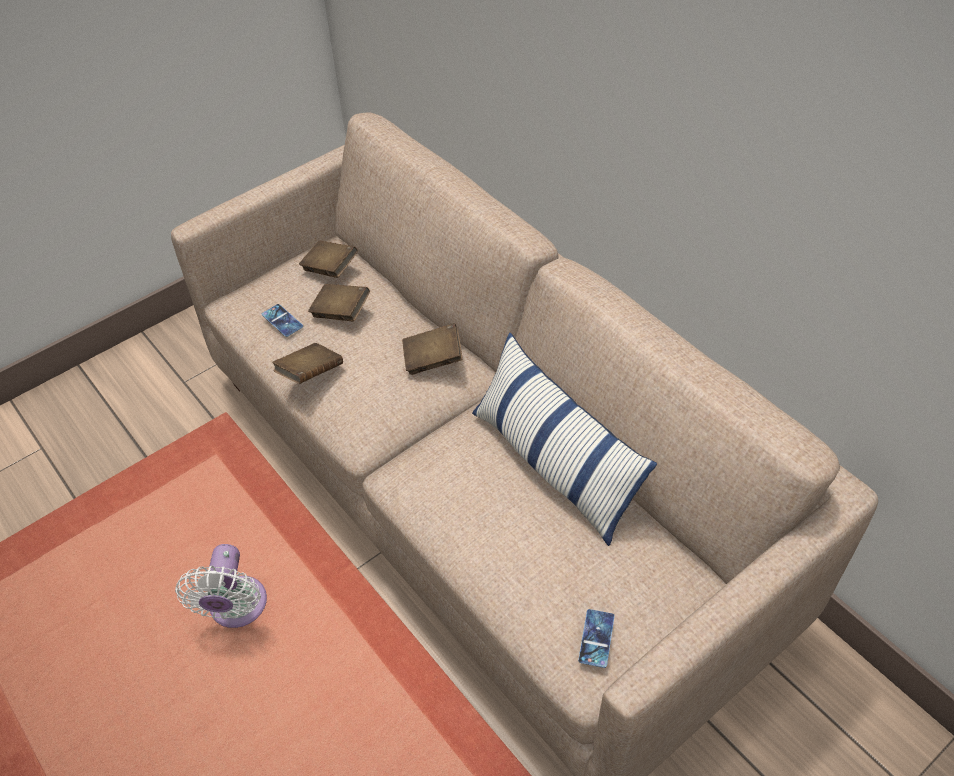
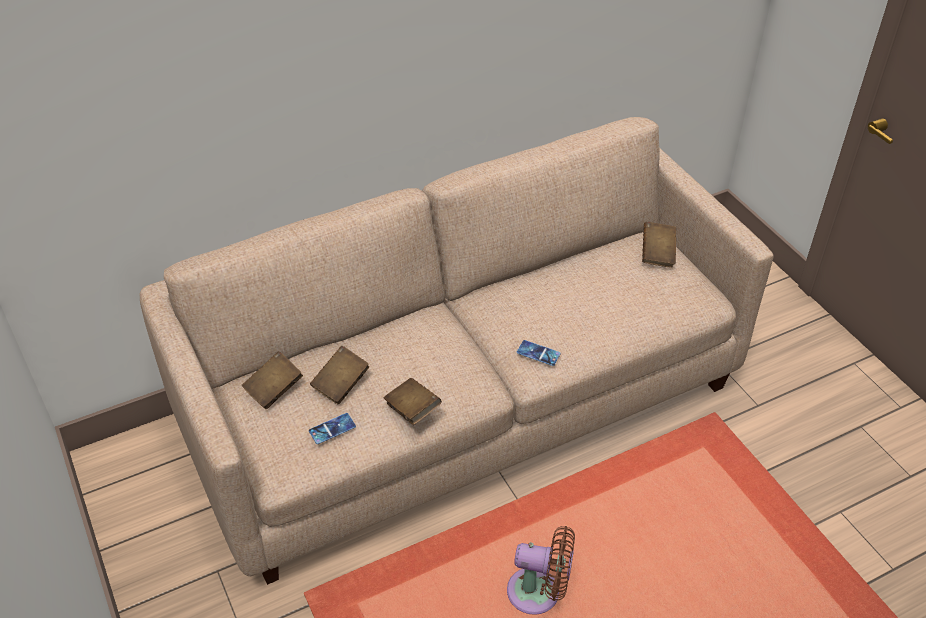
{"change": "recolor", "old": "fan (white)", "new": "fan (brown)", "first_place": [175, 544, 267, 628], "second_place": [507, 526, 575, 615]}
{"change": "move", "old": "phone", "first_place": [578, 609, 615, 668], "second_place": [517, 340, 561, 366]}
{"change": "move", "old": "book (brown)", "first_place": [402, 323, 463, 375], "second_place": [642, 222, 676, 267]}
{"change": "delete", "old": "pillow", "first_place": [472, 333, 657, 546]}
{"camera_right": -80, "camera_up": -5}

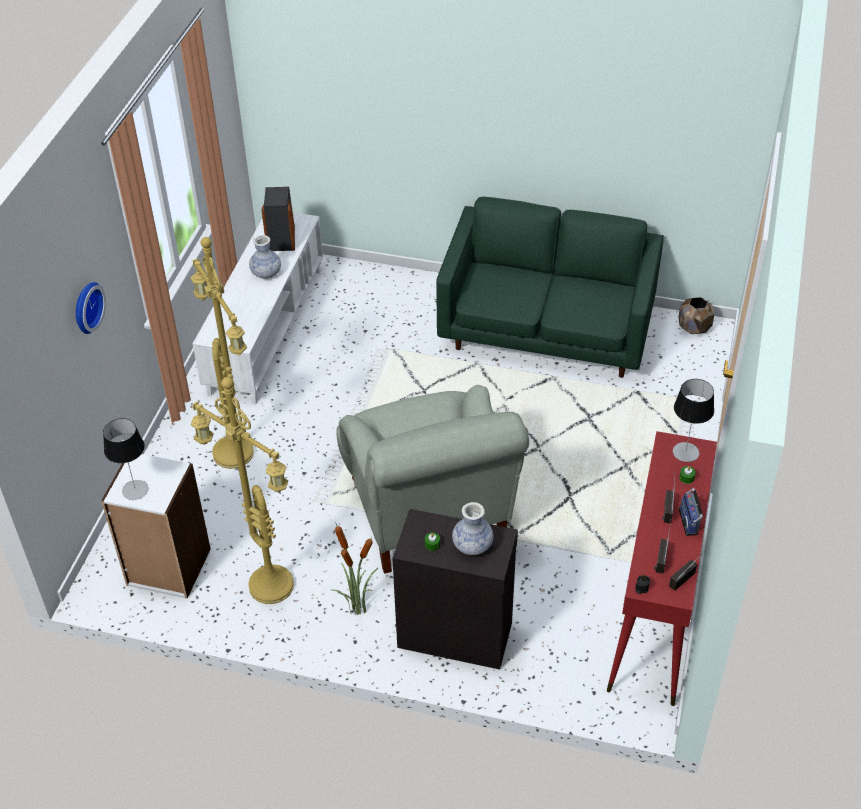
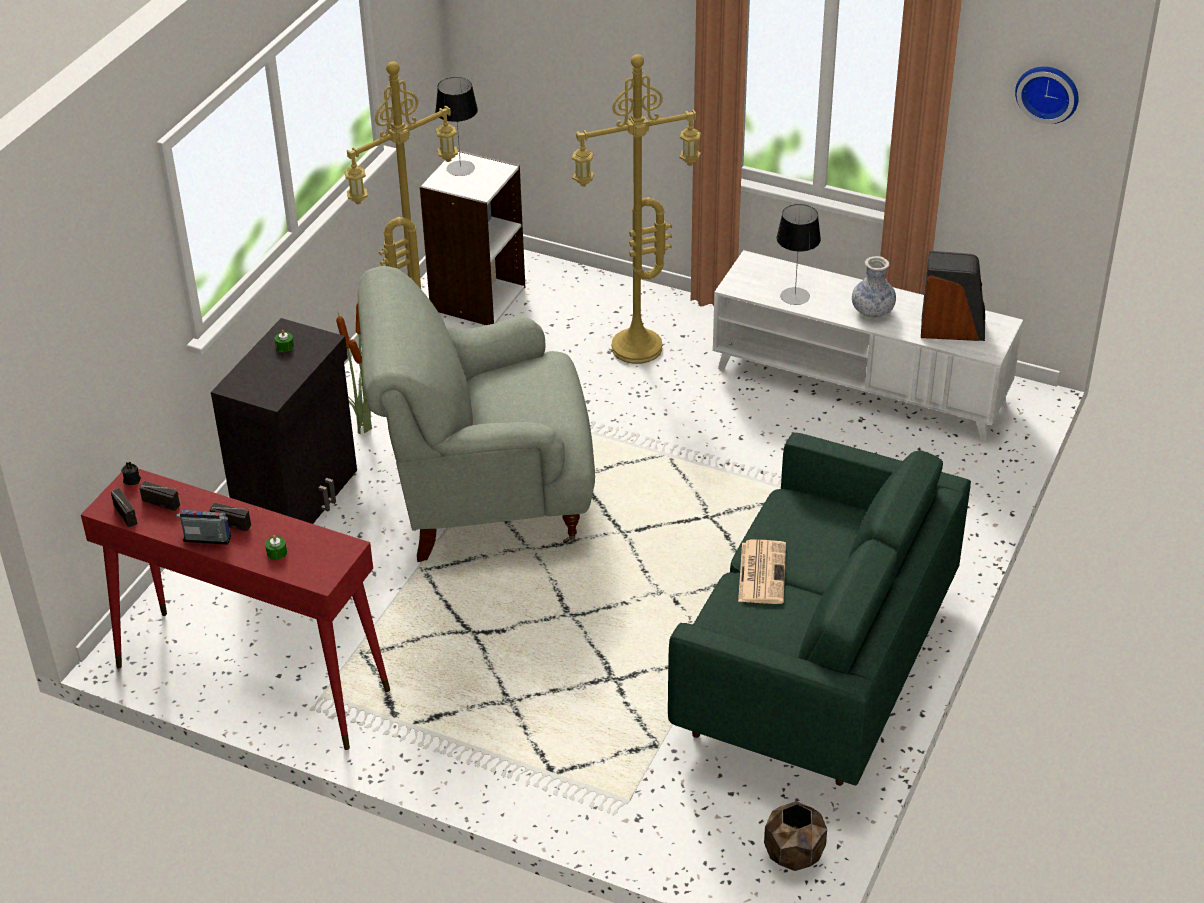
{"change": "insert", "new": "newspaper", "second_place": [738, 540, 786, 604]}
{"change": "move", "old": "table lamp", "first_place": [673, 379, 714, 462], "second_place": [776, 204, 821, 305]}
{"change": "move", "old": "wall clock", "first_place": [76, 282, 106, 334], "second_place": [1015, 66, 1079, 124]}
{"change": "delete", "old": "vase", "first_place": [452, 502, 493, 555]}
{"camera_right": 100, "camera_up": -5}

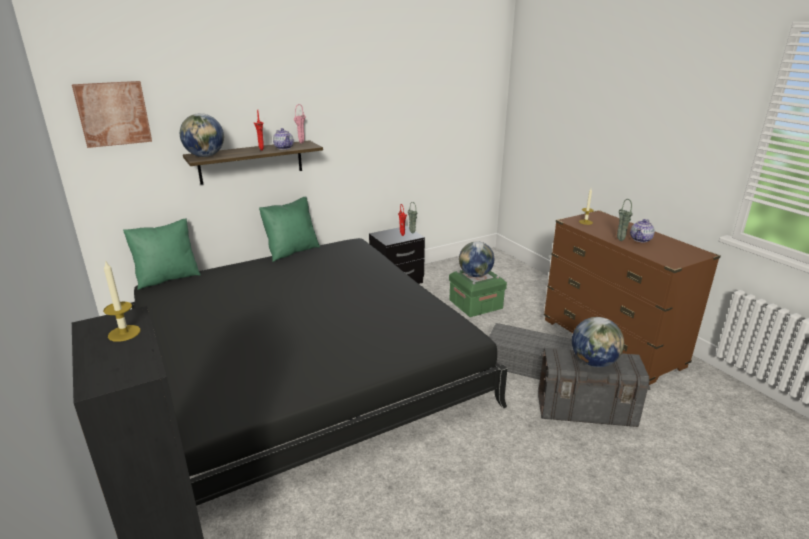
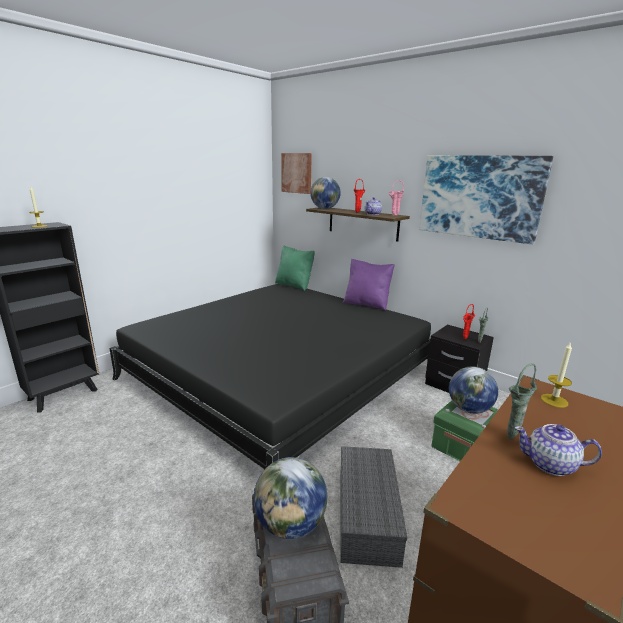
{"change": "recolor", "old": "pillow (green)", "new": "pillow (purple)", "first_place": [259, 196, 320, 262], "second_place": [343, 258, 395, 311]}
{"change": "insert", "new": "picture", "second_place": [419, 155, 553, 245]}
{"camera_right": 70, "camera_up": -5}

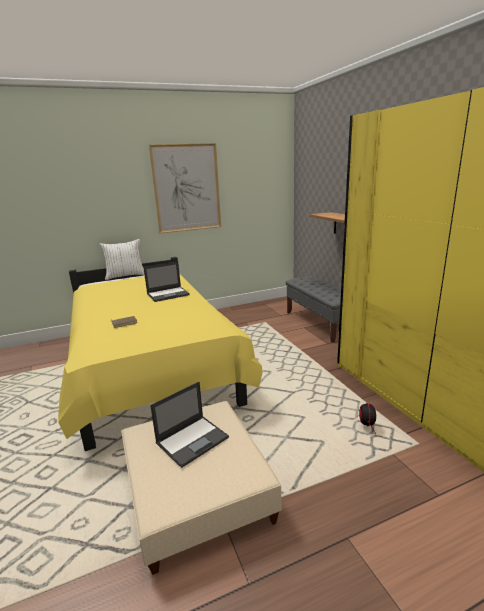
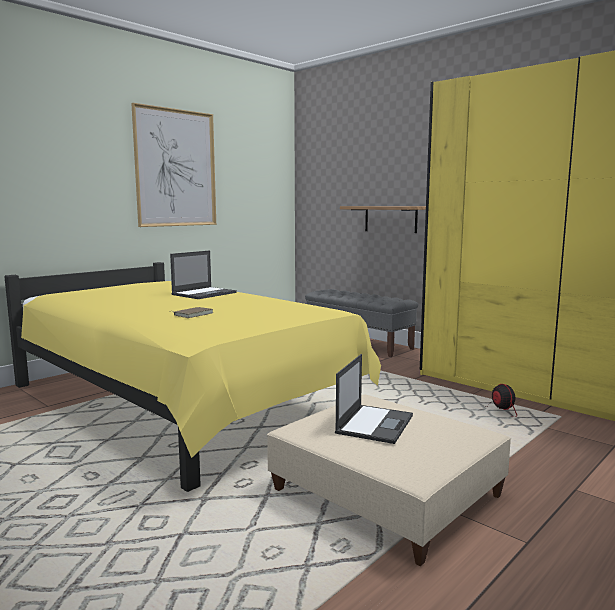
{"change": "delete", "old": "pillow (white)", "first_place": [99, 239, 145, 280]}
{"camera_right": -25, "camera_up": -10}

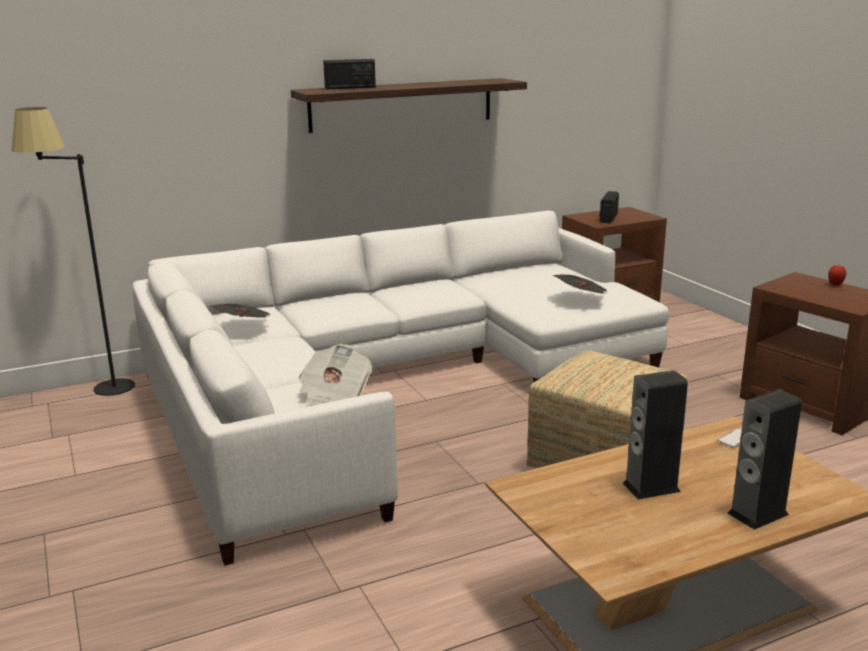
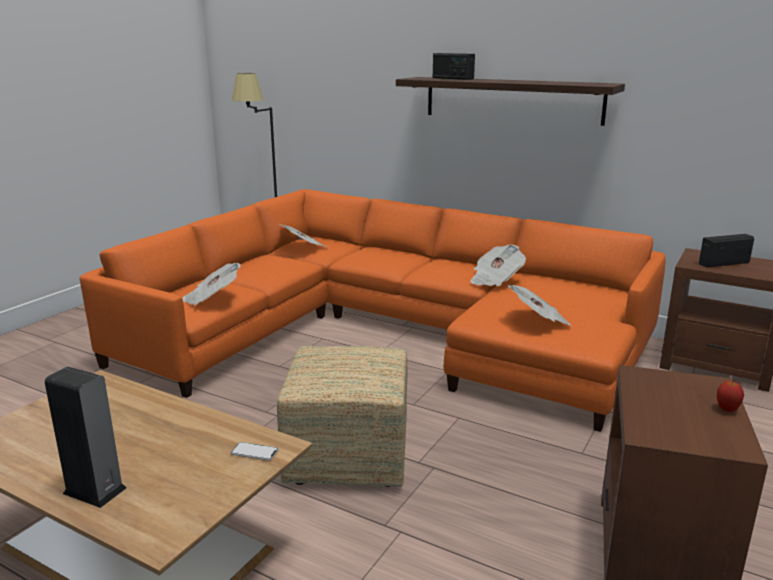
{"change": "recolor", "old": "sofa (white)", "new": "sofa (orange)", "first_place": [133, 211, 669, 566], "second_place": [80, 189, 666, 432]}
{"change": "insert", "new": "newspaper", "second_place": [470, 245, 526, 286]}
{"change": "delete", "old": "speaker", "first_place": [623, 370, 688, 499]}
{"camera_right": 55, "camera_up": 0}

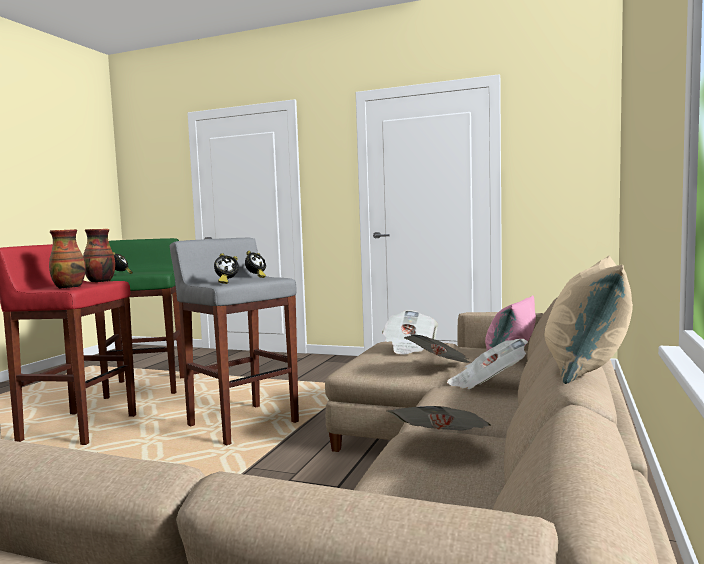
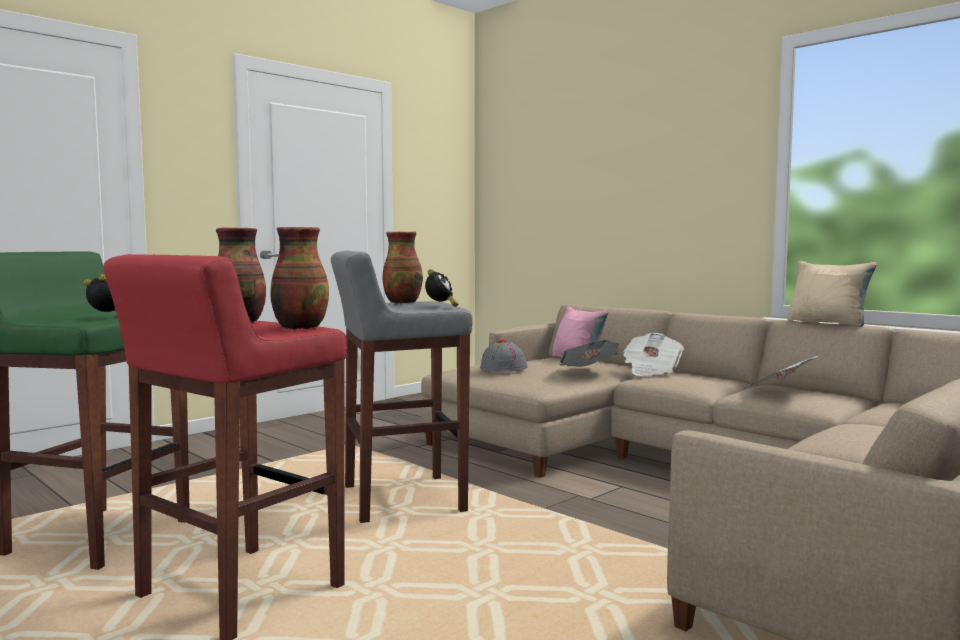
{"change": "replace", "old": "alarm clock", "new": "vase", "first_place": [245, 251, 266, 278], "second_place": [382, 231, 423, 303]}
{"change": "replace", "old": "newspaper", "new": "hat (grey)", "first_place": [382, 310, 438, 354], "second_place": [480, 340, 528, 372]}
{"camera_right": -65, "camera_up": 0}

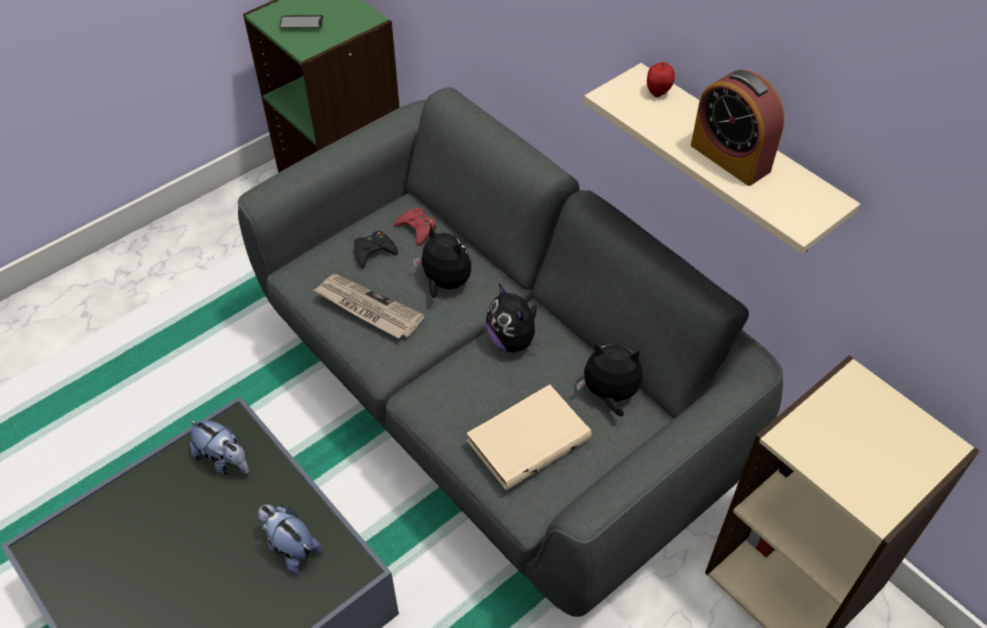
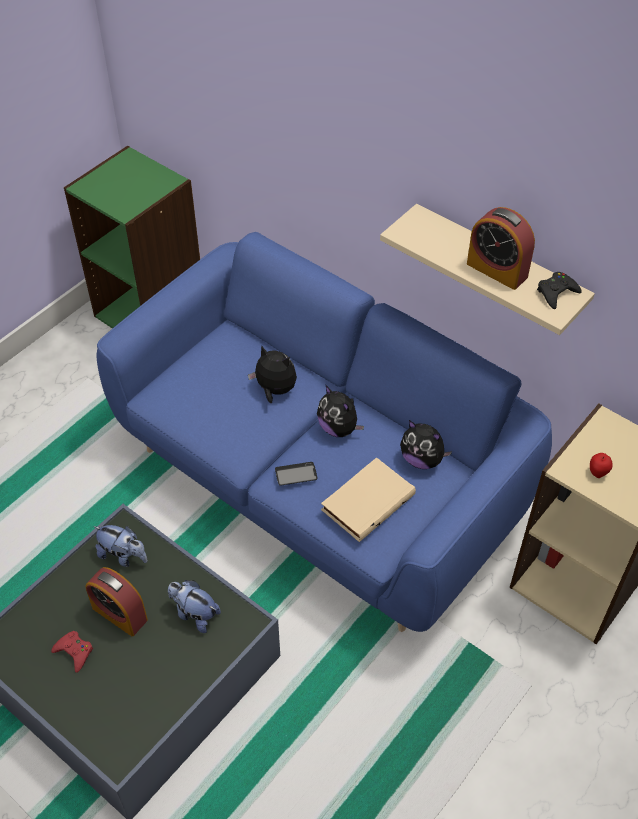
{"change": "move", "old": "game controller (red)", "first_place": [394, 208, 437, 246], "second_place": [51, 631, 93, 673]}
{"change": "insert", "new": "alarm clock", "second_place": [86, 567, 148, 636]}
{"change": "recolor", "old": "sofa (grey)", "new": "sofa (blue)", "first_place": [238, 87, 783, 617], "second_place": [97, 232, 552, 632]}
{"change": "move", "old": "phone", "first_place": [279, 15, 323, 28], "second_place": [275, 462, 318, 486]}
{"change": "rotate", "old": "plush toy", "first_place": [576, 342, 643, 417], "second_place": [400, 420, 452, 469], "degrees": -150}
{"change": "move", "old": "game controller (black)", "first_place": [354, 231, 398, 268], "second_place": [537, 272, 582, 309]}
{"change": "move", "old": "apple", "first_place": [647, 62, 675, 97], "second_place": [590, 453, 613, 478]}
{"change": "delete", "old": "newspaper", "first_place": [314, 274, 424, 339]}
{"camera_right": -10, "camera_up": 0}

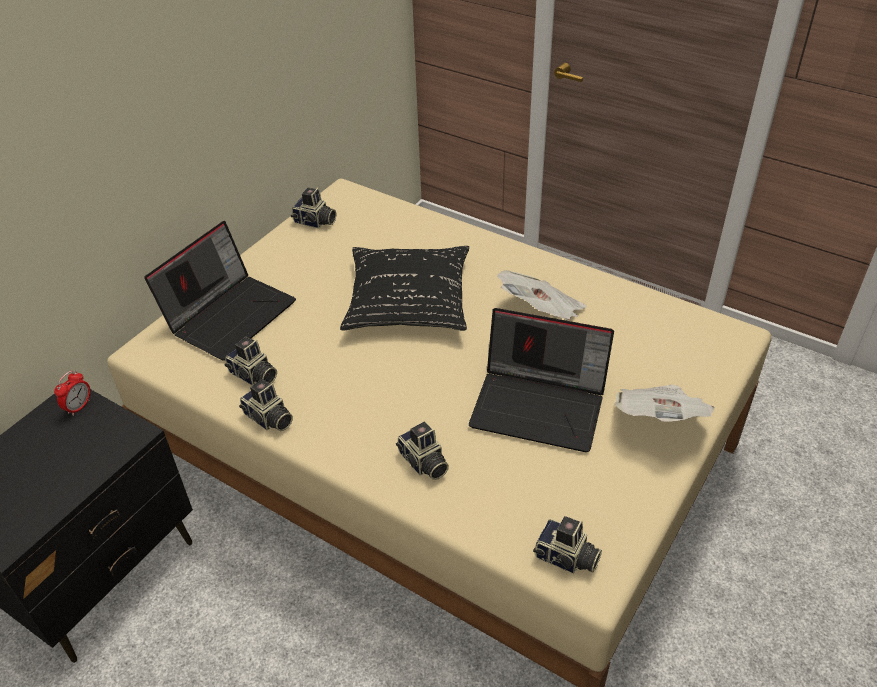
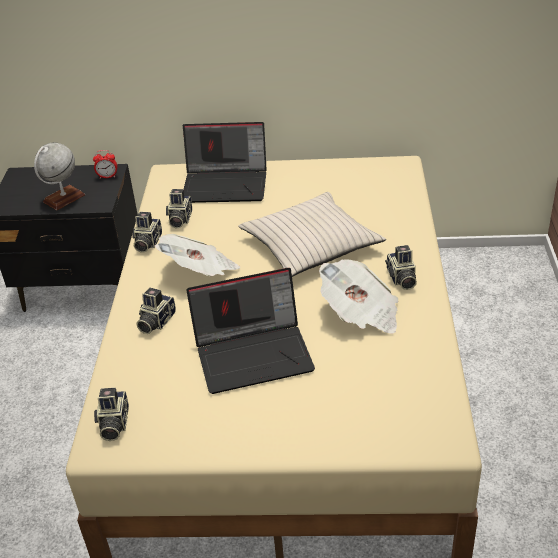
{"change": "insert", "new": "globe", "second_place": [34, 143, 85, 210]}
{"change": "move", "old": "newspaper", "first_place": [615, 384, 715, 422], "second_place": [155, 234, 240, 277]}
{"change": "rotate", "old": "laptop", "first_place": [469, 308, 614, 452], "second_place": [186, 268, 315, 394], "degrees": -90}
{"change": "recolor", "old": "pillow (black)", "new": "pillow (beige)", "first_place": [340, 246, 469, 331], "second_place": [238, 192, 386, 277]}
{"change": "move", "old": "photo camera", "first_place": [291, 188, 336, 228], "second_place": [385, 245, 417, 290]}
{"camera_right": 60, "camera_up": -5}

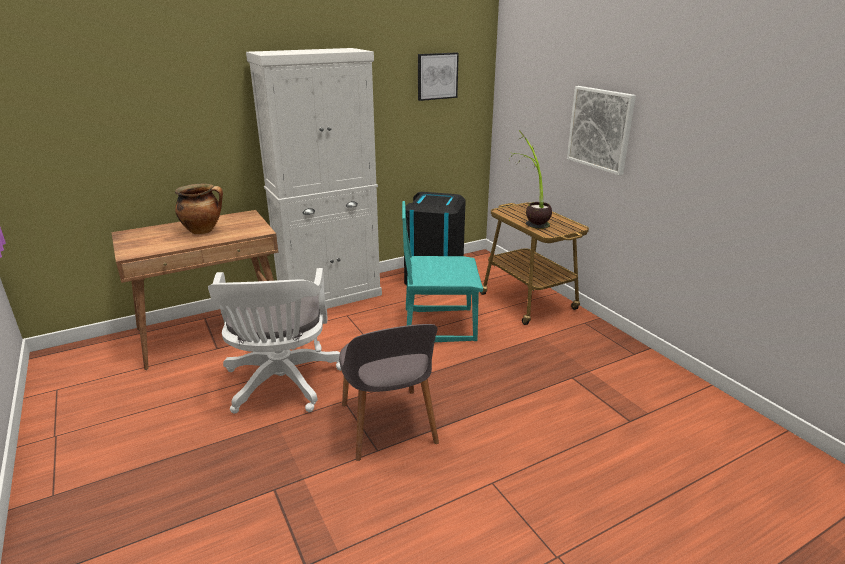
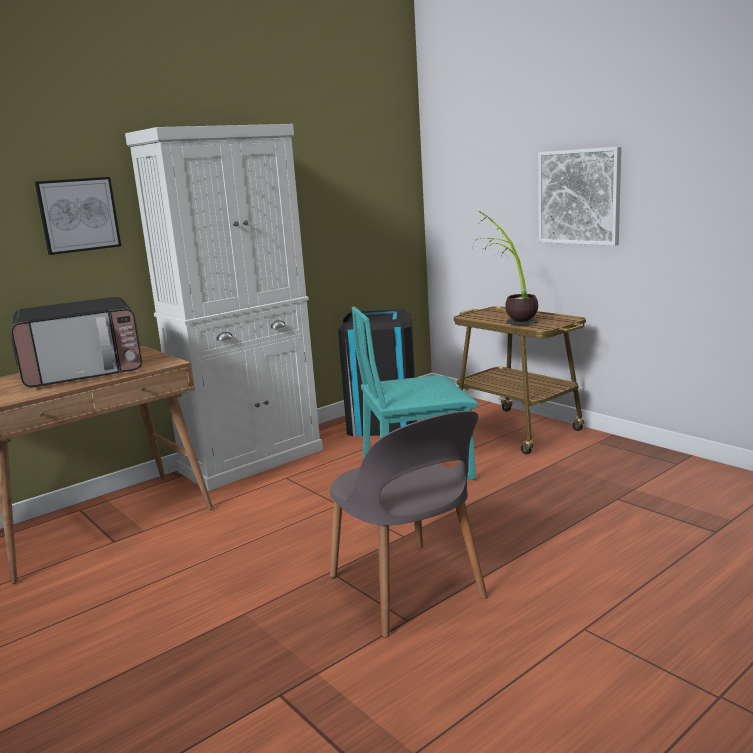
{"change": "replace", "old": "cooking pot", "new": "microwave", "first_place": [175, 184, 223, 234], "second_place": [11, 297, 142, 387]}
{"change": "move", "old": "picture", "first_place": [418, 52, 459, 101], "second_place": [34, 177, 121, 255]}
{"change": "delete", "old": "office chair (white)", "first_place": [208, 268, 341, 414]}
{"camera_right": -10, "camera_up": -10}

